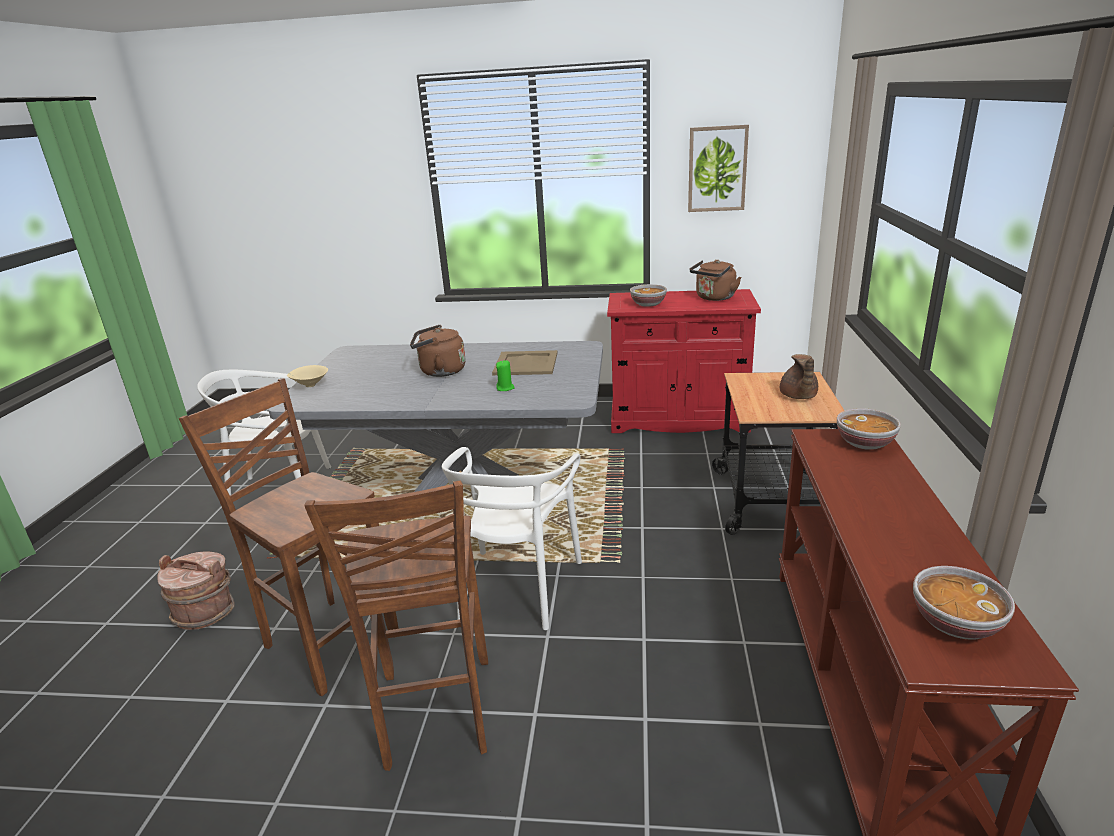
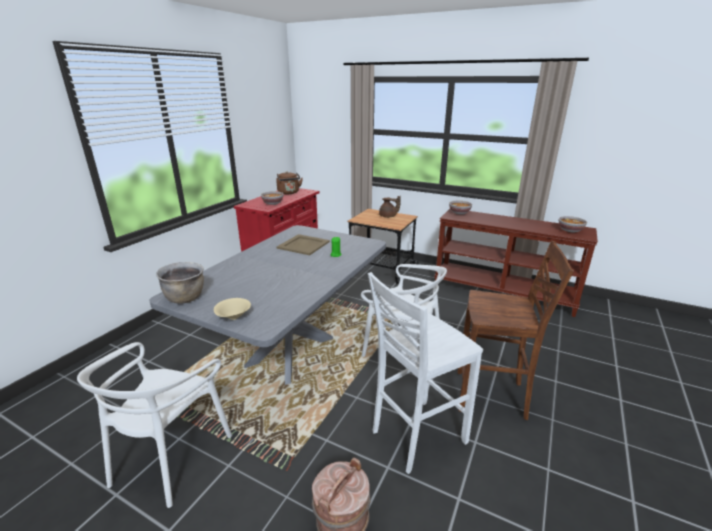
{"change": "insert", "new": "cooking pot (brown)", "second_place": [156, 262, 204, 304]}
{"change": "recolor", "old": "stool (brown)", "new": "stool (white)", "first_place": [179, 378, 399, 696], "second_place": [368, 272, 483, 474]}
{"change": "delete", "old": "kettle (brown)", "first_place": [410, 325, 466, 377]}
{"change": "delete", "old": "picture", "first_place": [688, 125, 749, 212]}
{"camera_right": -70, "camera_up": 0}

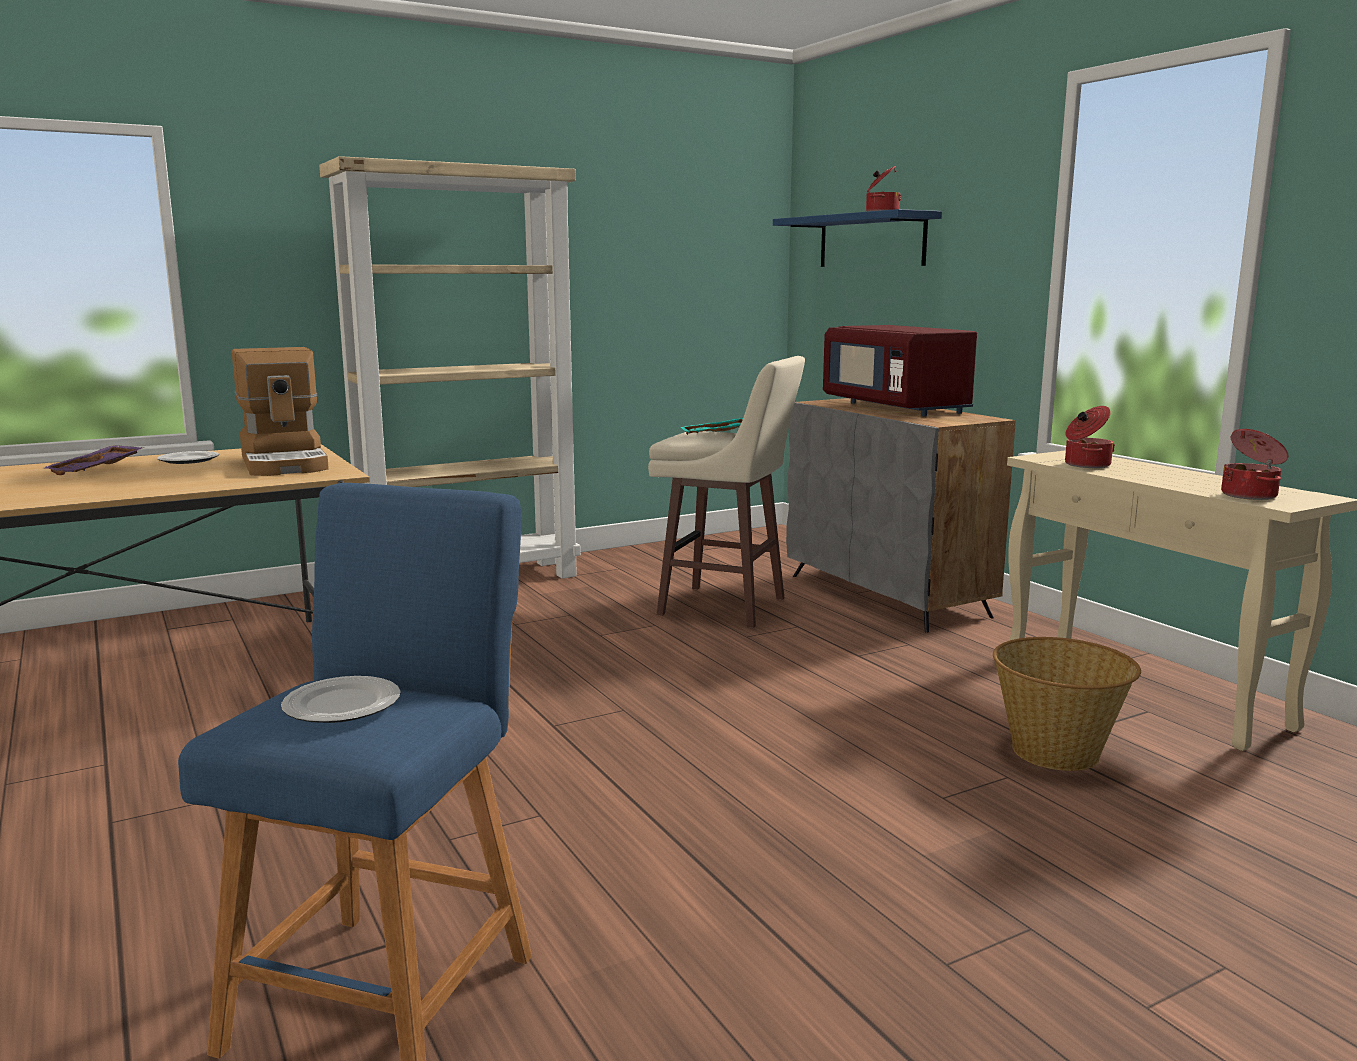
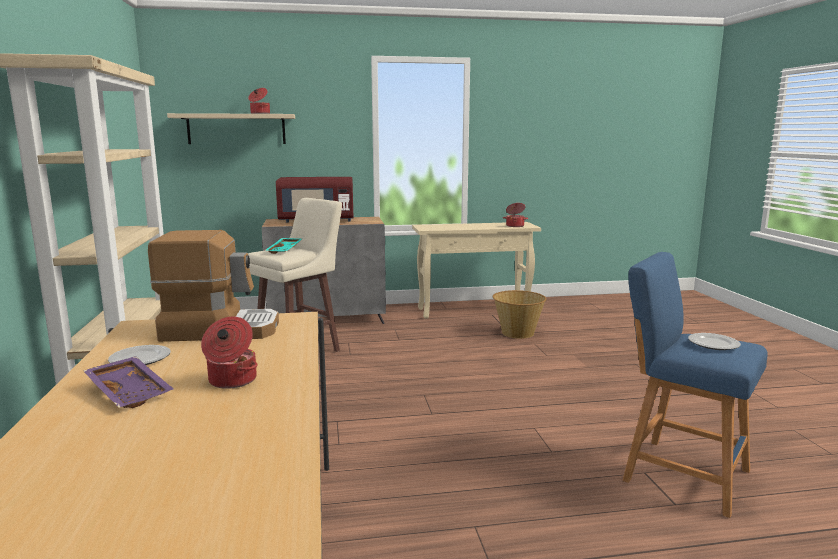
{"change": "recolor", "old": "shelf (blue)", "new": "shelf (beige)", "first_place": [773, 209, 942, 267], "second_place": [167, 113, 295, 144]}
{"change": "move", "old": "cooking pot", "first_place": [1065, 406, 1115, 468], "second_place": [201, 317, 258, 389]}
{"camera_right": -70, "camera_up": 0}

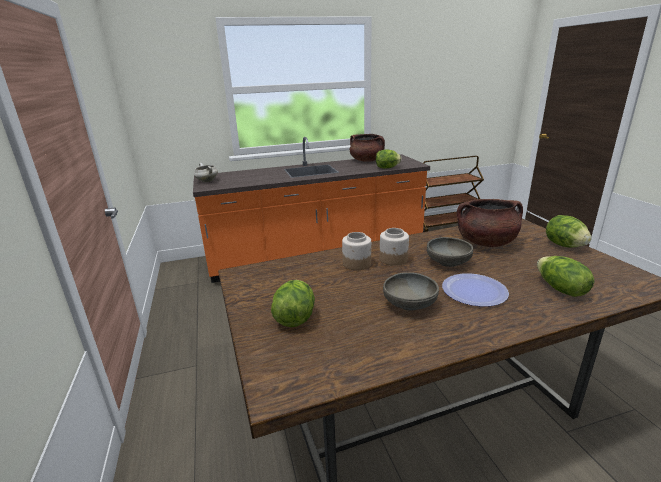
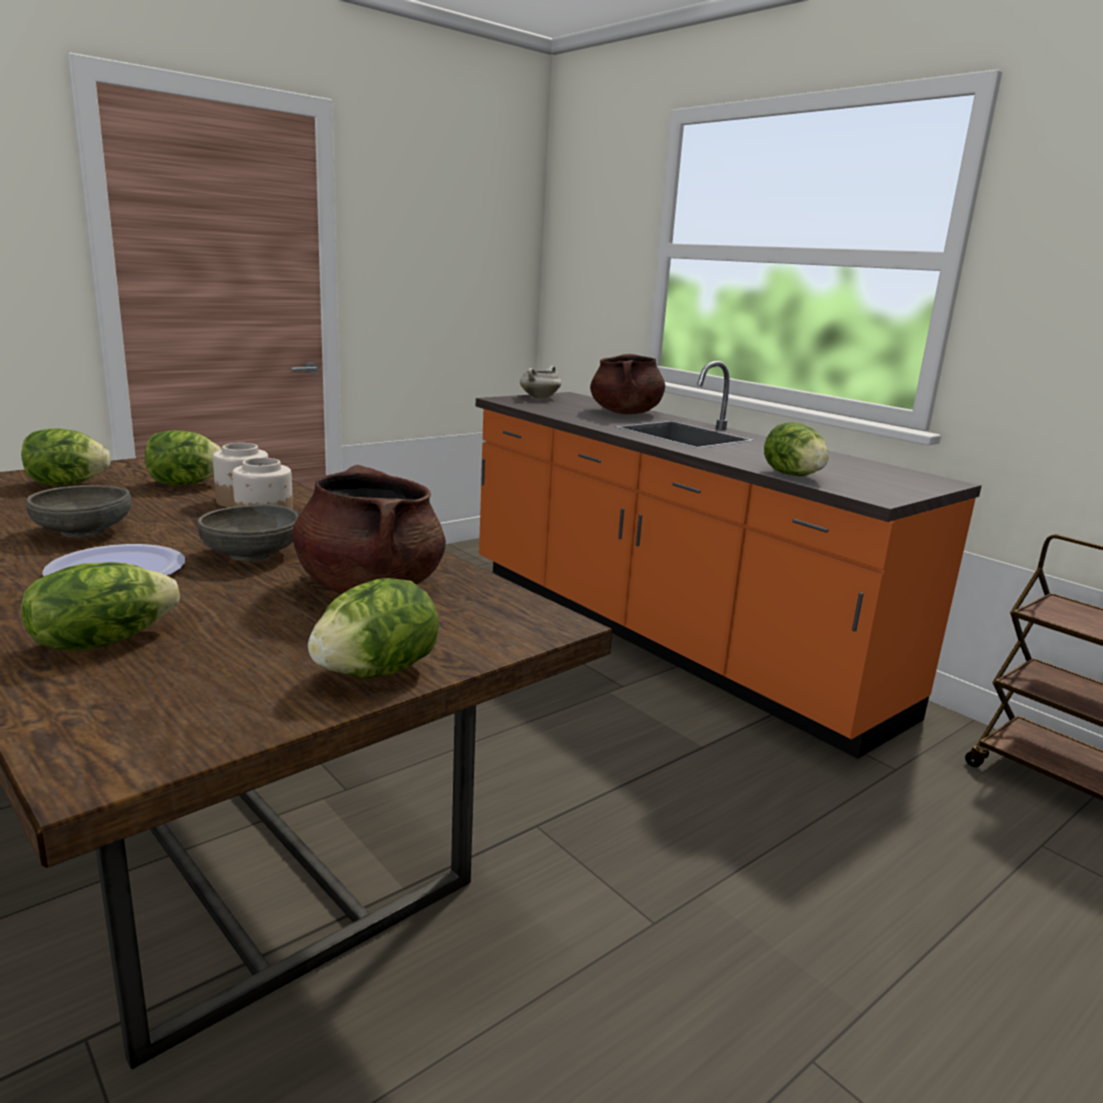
{"change": "insert", "new": "lettuce", "second_place": [145, 430, 222, 485]}
{"change": "move", "old": "cooking pot (brown)", "first_place": [350, 134, 385, 162], "second_place": [590, 354, 665, 414]}
{"camera_right": 65, "camera_up": -5}

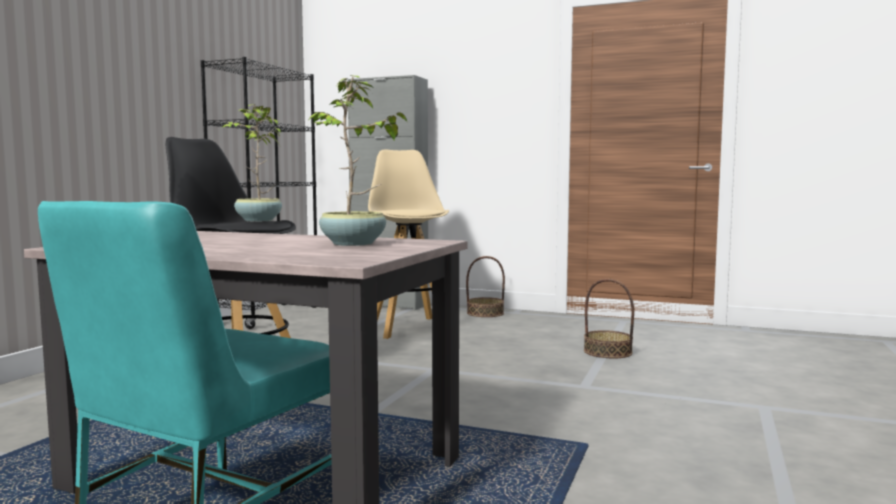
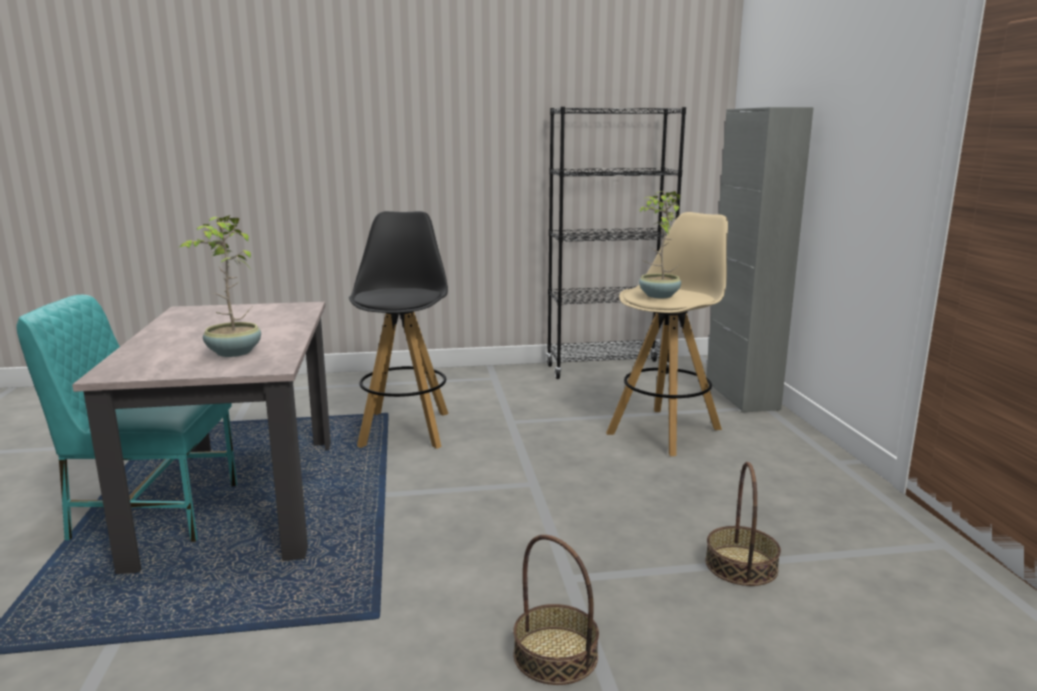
{"change": "move", "old": "basket", "first_place": [466, 256, 505, 317], "second_place": [513, 535, 599, 685]}
{"change": "move", "old": "potted plant", "first_place": [223, 104, 282, 221], "second_place": [638, 191, 681, 298]}
{"camera_right": 60, "camera_up": 10}

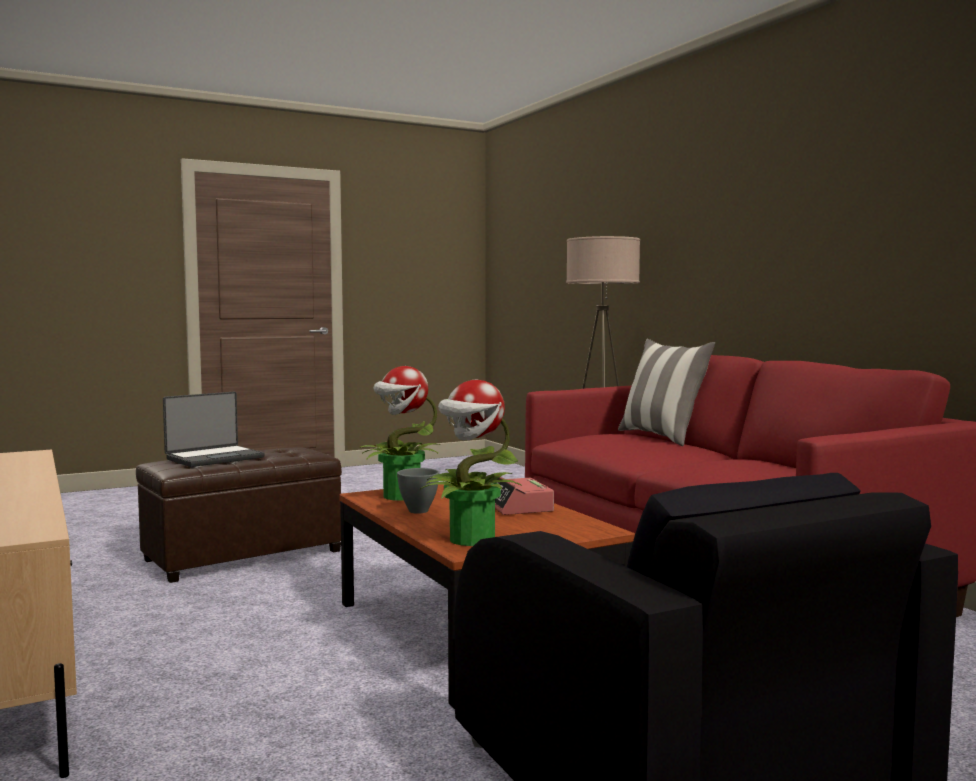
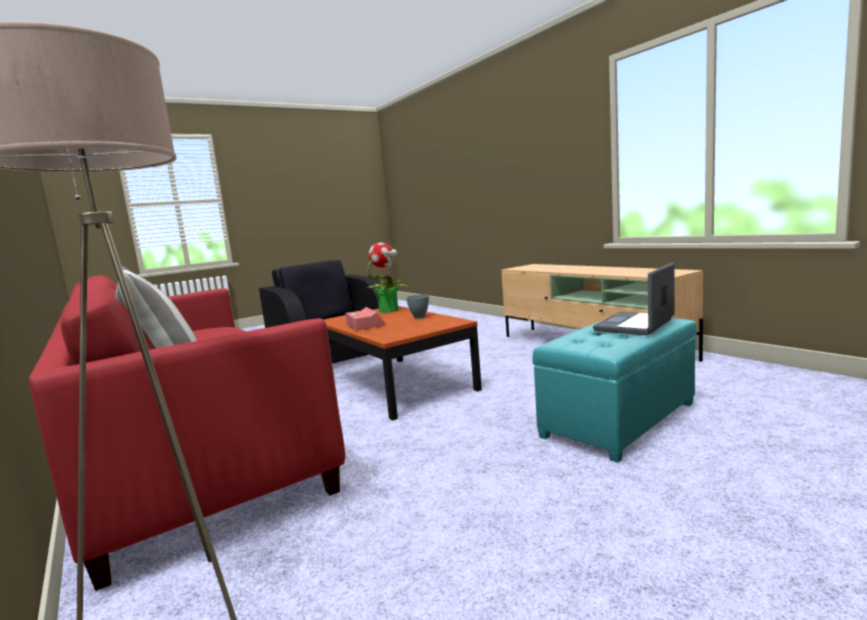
{"change": "recolor", "old": "ottoman (brown)", "new": "ottoman (turquoise)", "first_place": [136, 447, 342, 583], "second_place": [532, 318, 697, 463]}
{"change": "delete", "old": "potted plant", "first_place": [359, 366, 440, 501]}
{"camera_right": 175, "camera_up": 5}

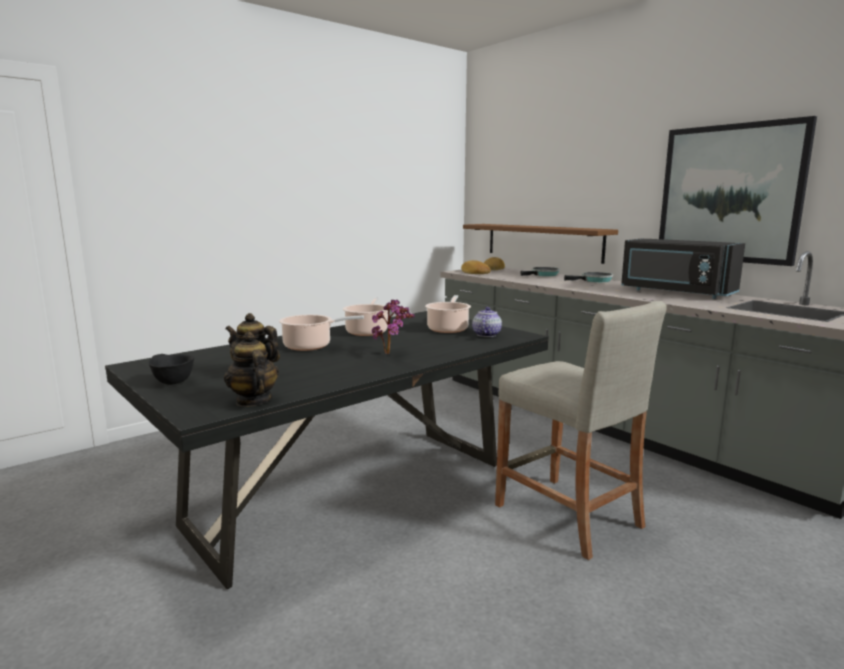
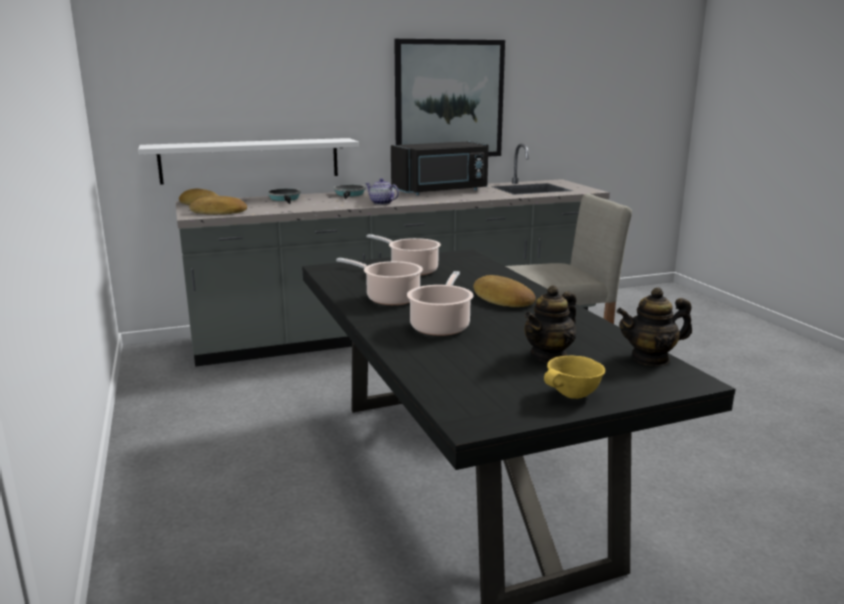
{"change": "recolor", "old": "shelf (brown)", "new": "shelf (white)", "first_place": [463, 224, 618, 264], "second_place": [138, 138, 359, 185]}
{"change": "move", "old": "teapot", "first_place": [472, 307, 502, 337], "second_place": [365, 178, 399, 205]}
{"change": "replace", "old": "potted plant", "new": "bread", "first_place": [372, 299, 415, 354], "second_place": [473, 275, 536, 307]}
{"change": "recolor", "old": "bowl (black)", "new": "bowl (yellow)", "first_place": [148, 354, 194, 385], "second_place": [544, 355, 605, 399]}
{"camera_right": -70, "camera_up": 5}

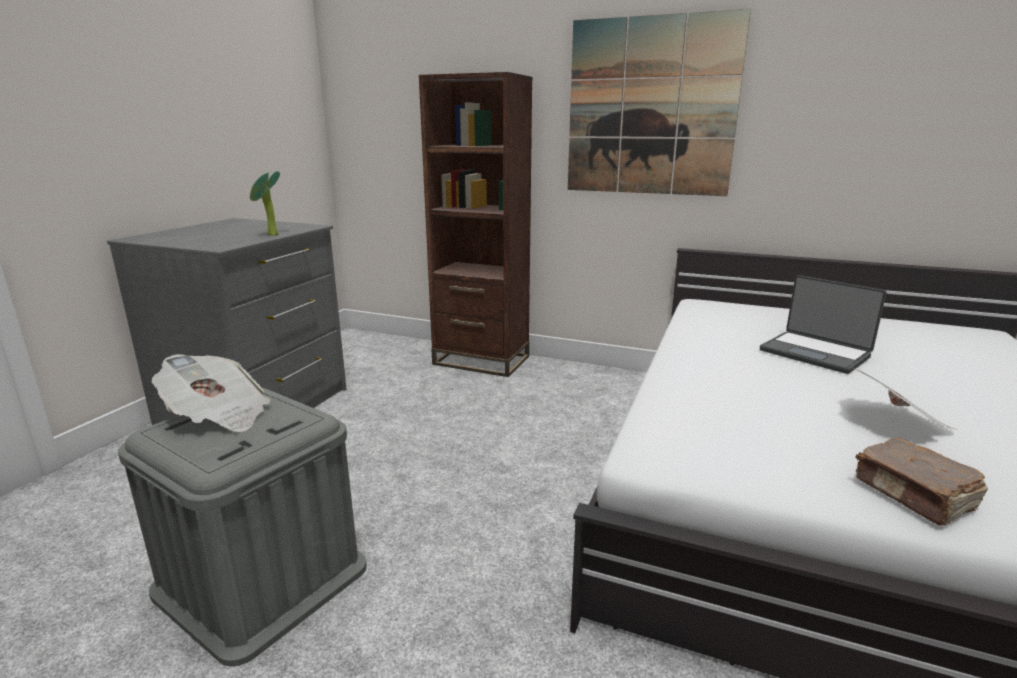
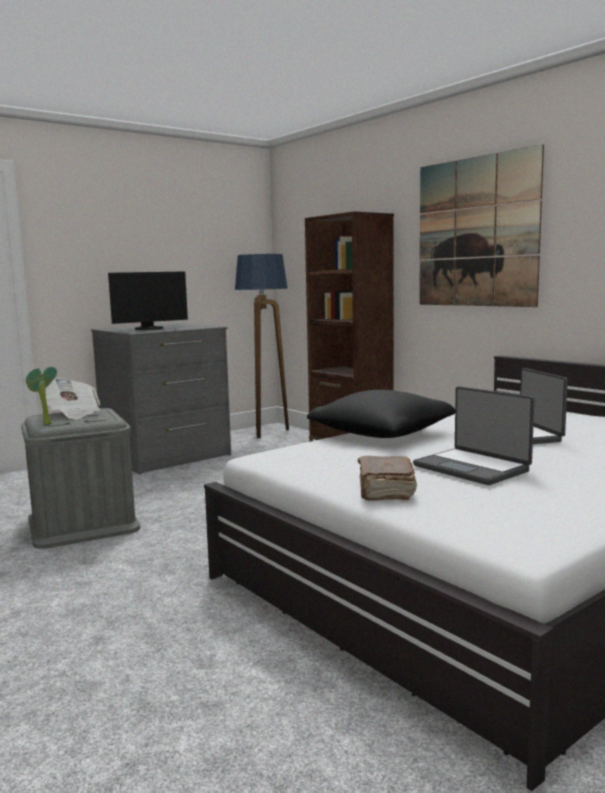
{"change": "move", "old": "potted plant", "first_place": [250, 171, 280, 236], "second_place": [26, 367, 57, 425]}
{"change": "insert", "new": "monitor", "second_place": [108, 271, 188, 330]}
{"change": "insert", "new": "floor lamp", "second_place": [235, 254, 289, 438]}
{"change": "insert", "new": "pillow (black)", "second_place": [307, 390, 455, 438]}
{"change": "replace", "old": "newspaper", "new": "laptop", "first_place": [853, 368, 957, 430], "second_place": [413, 386, 534, 485]}
{"camera_right": 30, "camera_up": -10}

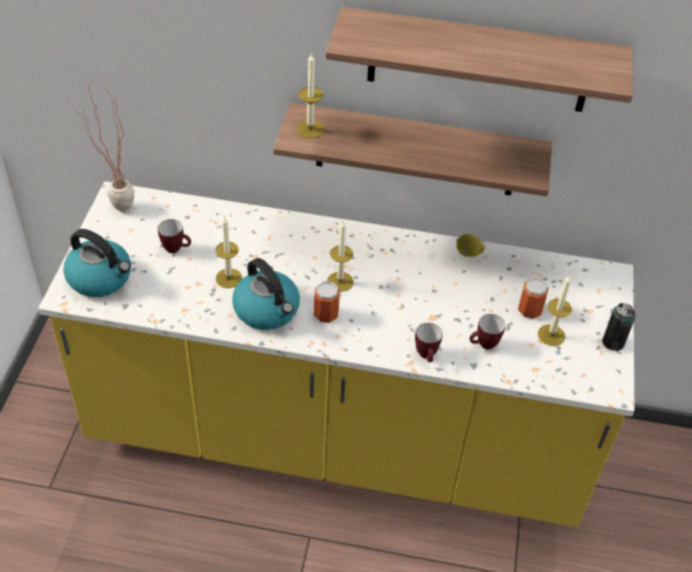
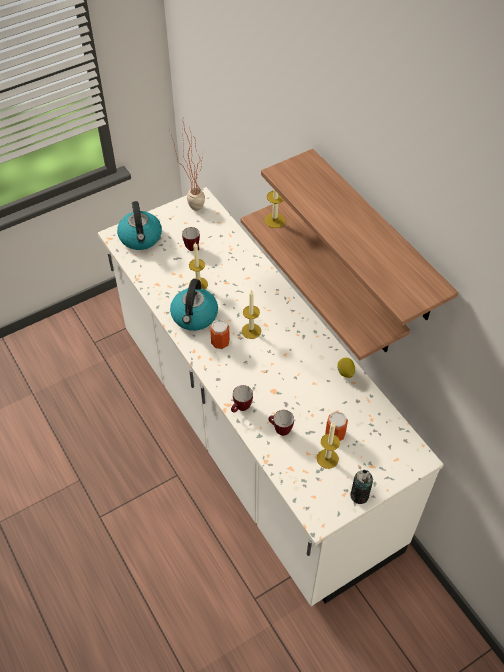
{"change": "recolor", "old": "counter (yellow)", "new": "counter (white)", "first_place": [38, 181, 634, 527], "second_place": [98, 187, 444, 606]}
{"camera_right": 50, "camera_up": 5}

